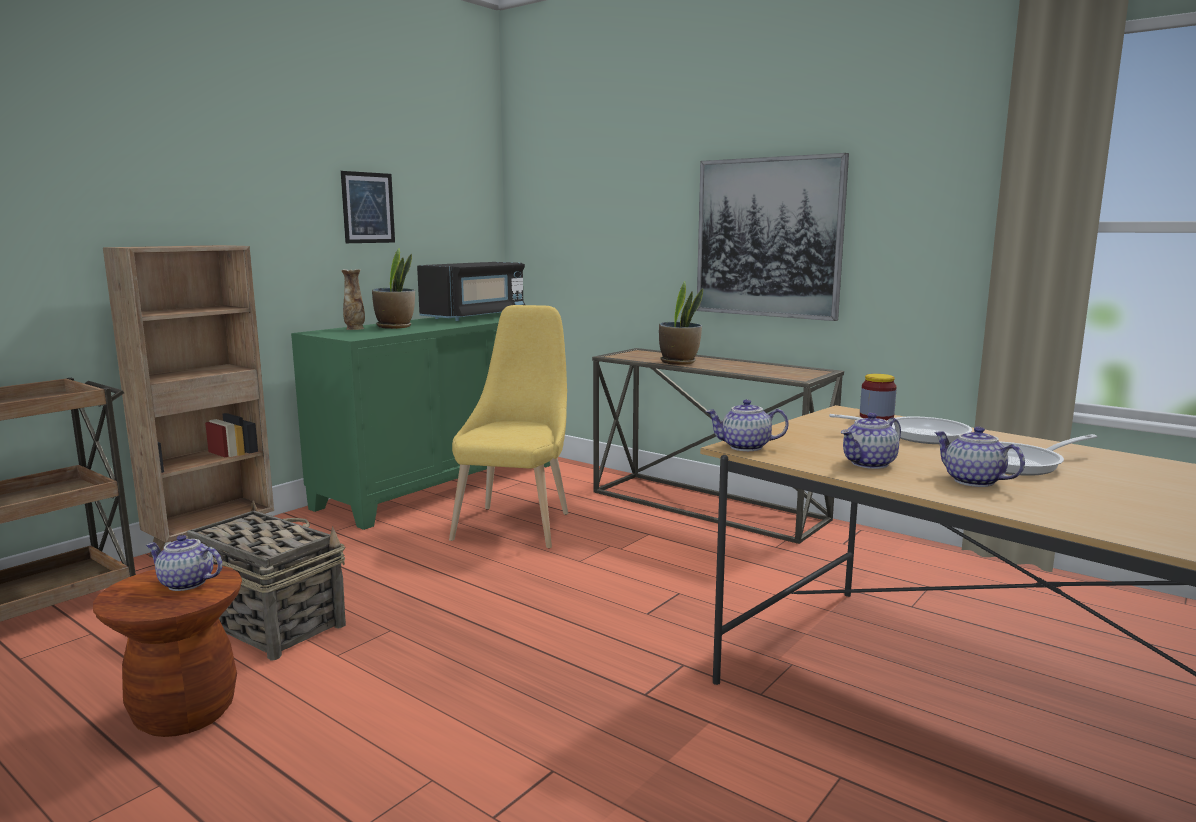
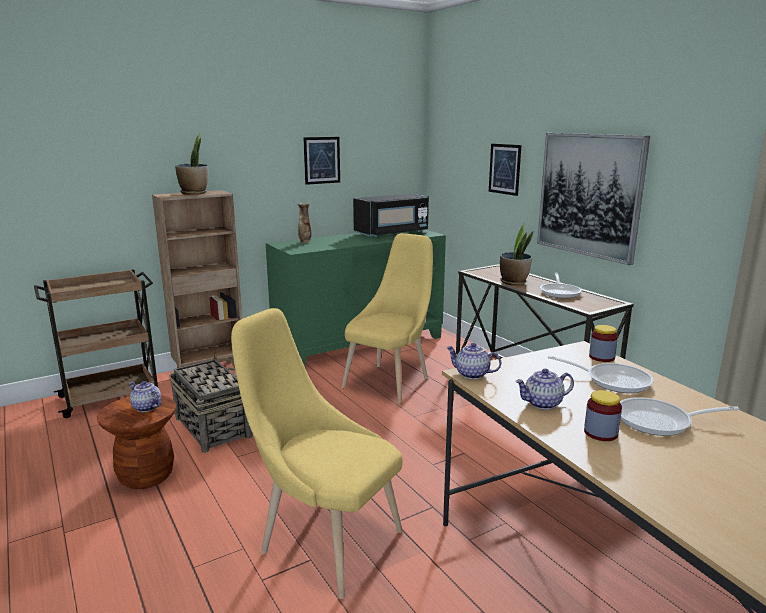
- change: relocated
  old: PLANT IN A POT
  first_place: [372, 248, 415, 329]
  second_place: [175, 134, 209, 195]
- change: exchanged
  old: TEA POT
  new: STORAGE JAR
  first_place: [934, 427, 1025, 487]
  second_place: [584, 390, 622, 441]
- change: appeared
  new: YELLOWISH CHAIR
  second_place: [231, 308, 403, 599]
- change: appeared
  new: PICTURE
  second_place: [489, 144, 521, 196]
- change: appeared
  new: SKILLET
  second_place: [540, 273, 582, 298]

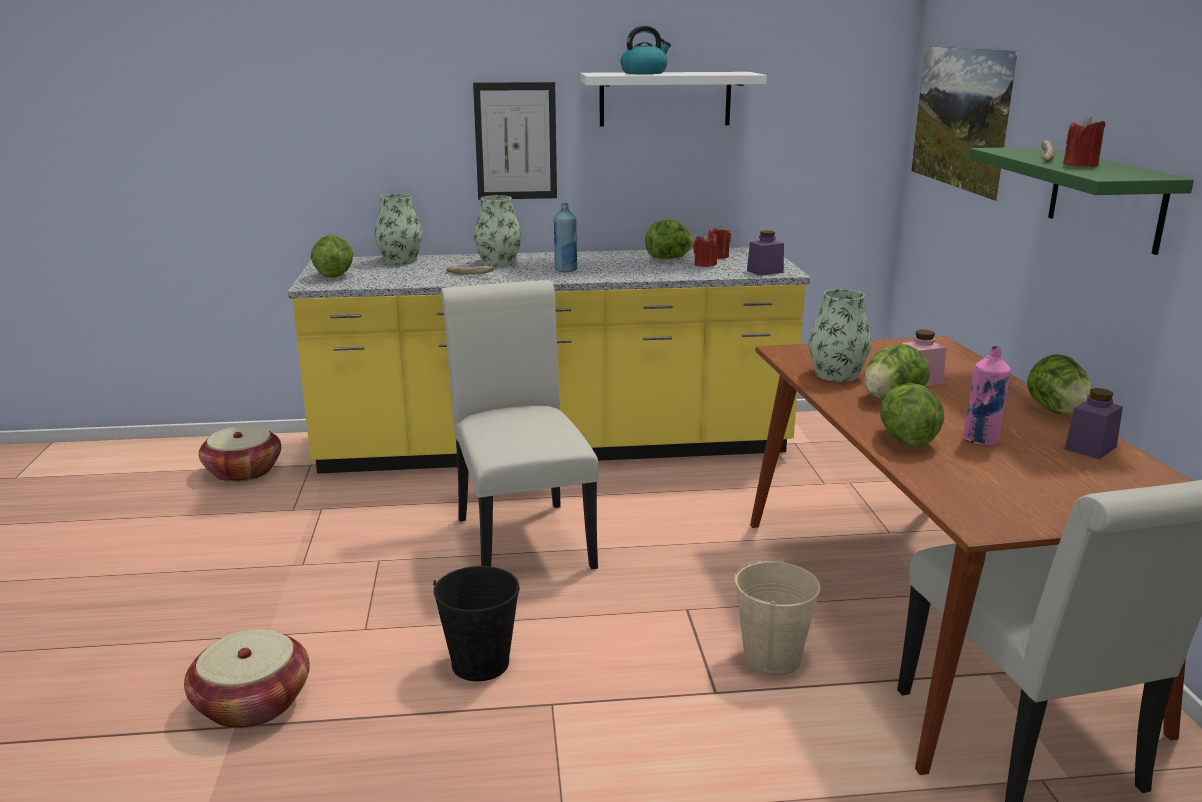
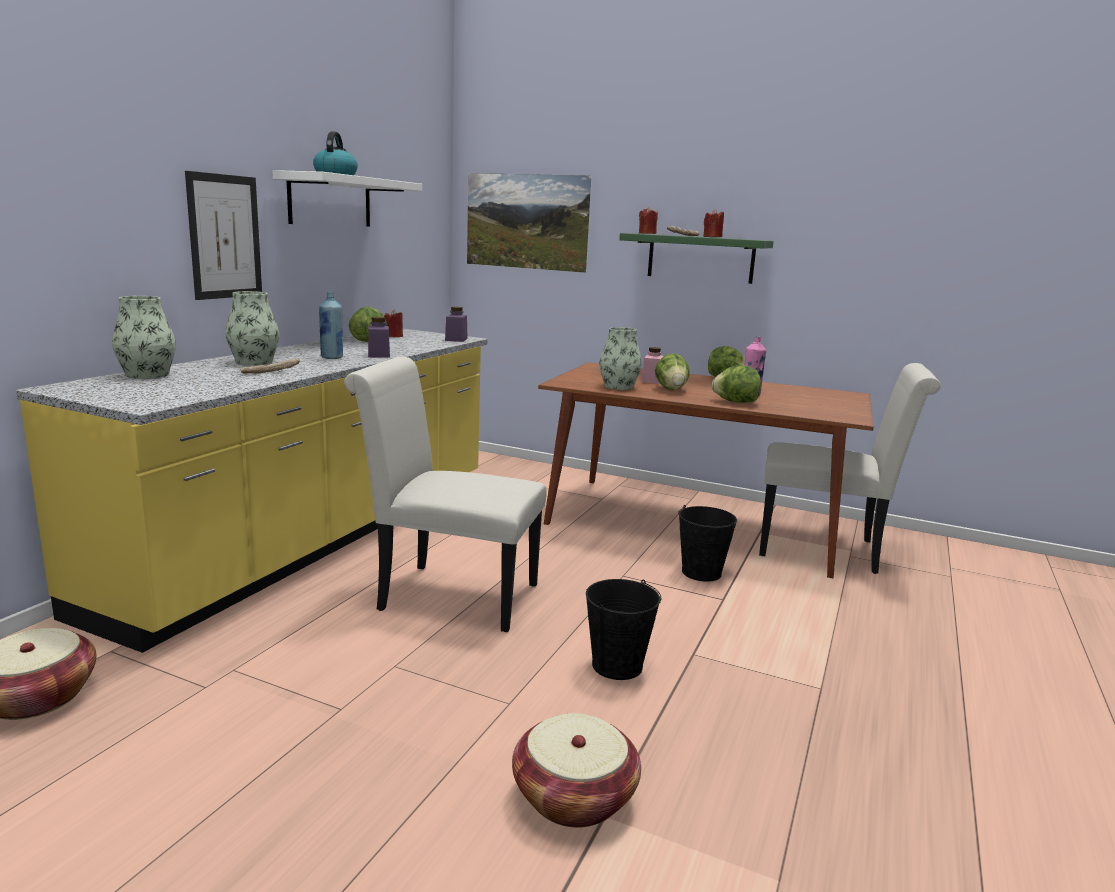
- change: missing
  old: LETTUCE HEAD
  first_place: [311, 235, 353, 278]
- change: relocated
  old: RED-COLOURED WAX LIGHT
  first_place: [693, 232, 717, 267]
  second_place: [639, 207, 658, 234]
- change: colour
  old: BEIGE-COLOURED PAIL
  new: BLACK PAIL
  first_place: [734, 558, 821, 676]
  second_place: [678, 505, 737, 582]
- change: relocated
  old: PURPLISH STORAGE JAR
  first_place: [1065, 388, 1123, 459]
  second_place: [368, 317, 390, 358]

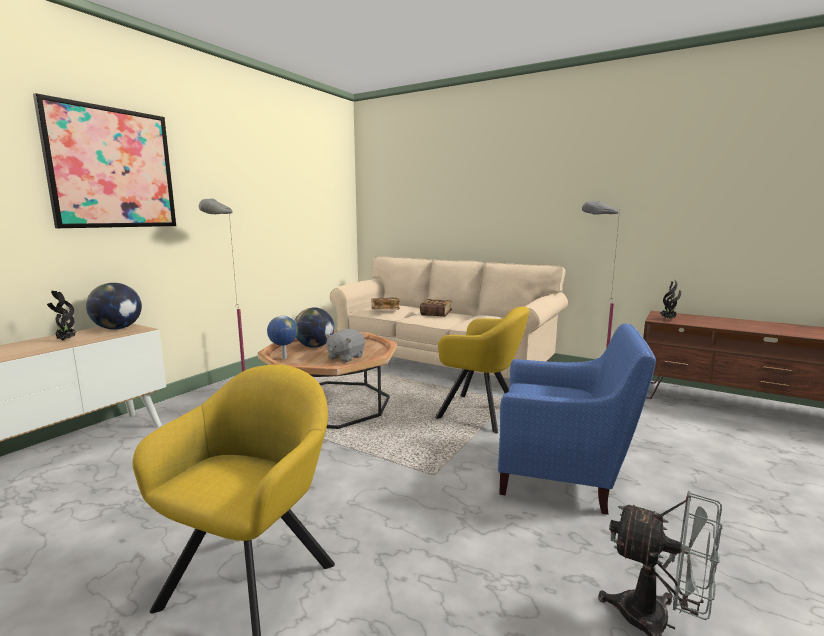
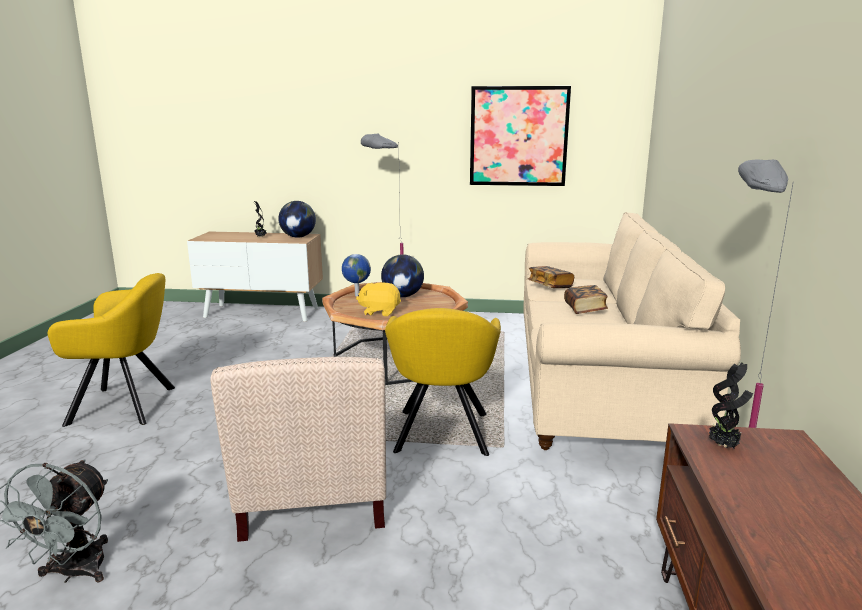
- change: relocated
  old: PICTURE
  first_place: [33, 93, 176, 228]
  second_place: [470, 86, 571, 186]
- change: colour
  old: GREY SOFT TOY
  new: YELLOWISH SOFT TOY
  first_place: [325, 329, 365, 362]
  second_place: [356, 282, 401, 316]
- change: colour
  old: BLUE-COLOURED LOUNGE CHAIR
  new: BEIGE-COLOURED LOUNGE CHAIR
  first_place: [498, 323, 656, 515]
  second_place: [210, 357, 386, 542]

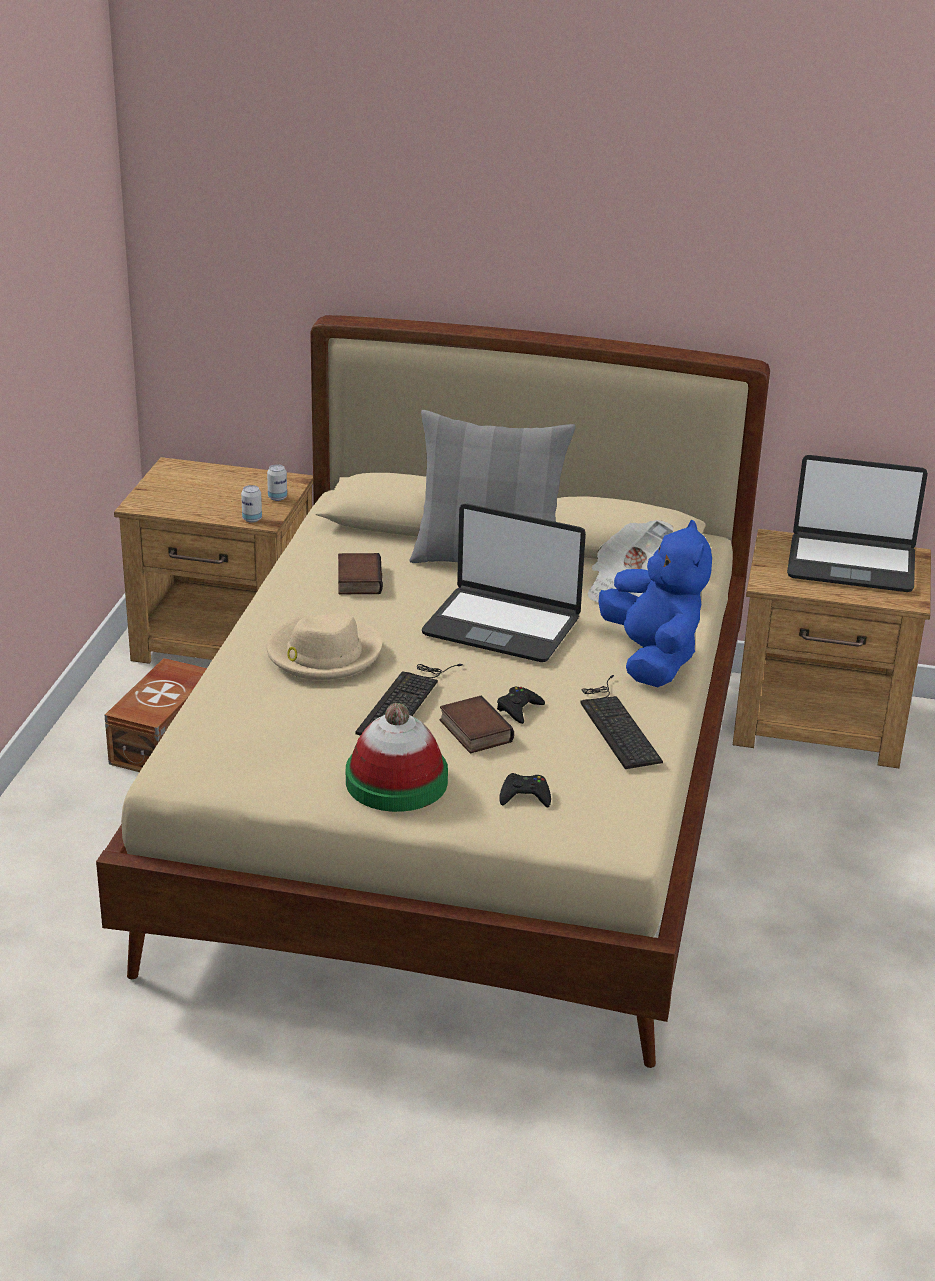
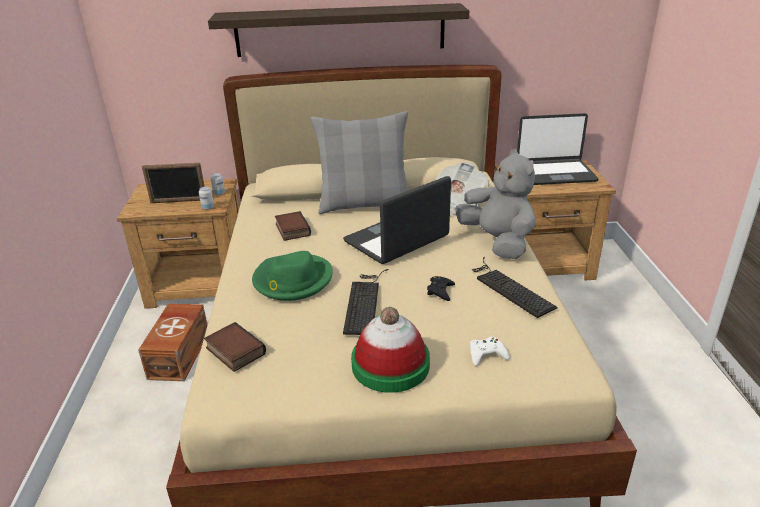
- change: colour
  old: BEIGE-COLOURED HAT
  new: GREEN HAT
  first_place: [266, 614, 382, 680]
  second_place: [252, 251, 333, 301]
- change: spun
  old: NOTEBOOK COMPUTER
  first_place: [422, 504, 586, 662]
  second_place: [343, 176, 451, 264]
  degrees: 135
- change: relocated
  old: BOUND BOOK
  first_place: [440, 695, 514, 754]
  second_place: [204, 322, 266, 372]
- change: colour
  old: BLACK GAMEPAD
  new: WHITE-COLOURED GAMEPAD
  first_place: [499, 773, 551, 808]
  second_place: [470, 337, 510, 366]
- change: colour
  old: BLUE-COLOURED SOFT TOY
  new: GREY SOFT TOY
  first_place: [598, 520, 712, 687]
  second_place: [455, 149, 536, 259]
- change: appeared
  new: STANDING FRAME
  second_place: [142, 163, 205, 203]
- change: appeared
  new: WALL SHELF
  second_place: [208, 3, 469, 57]

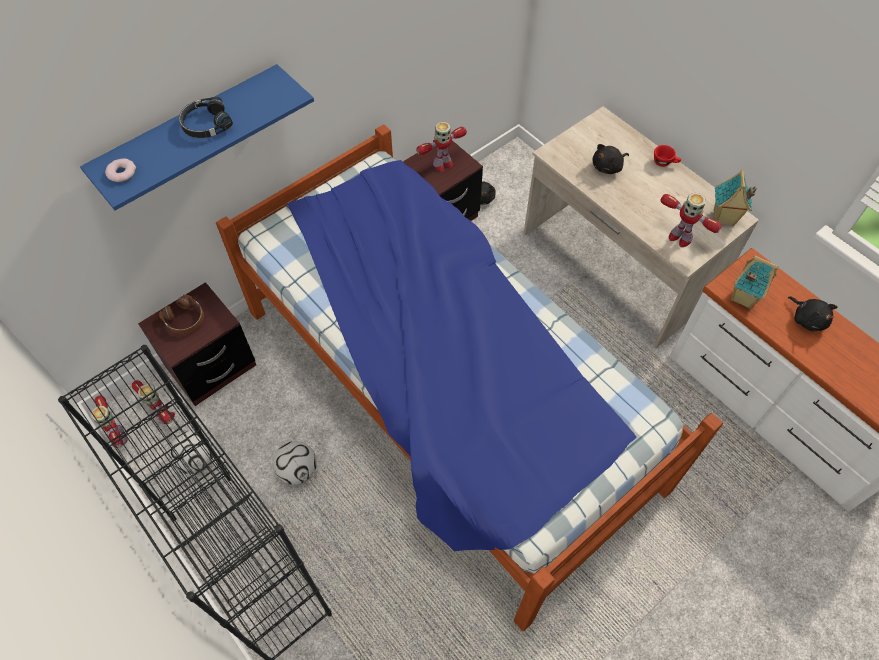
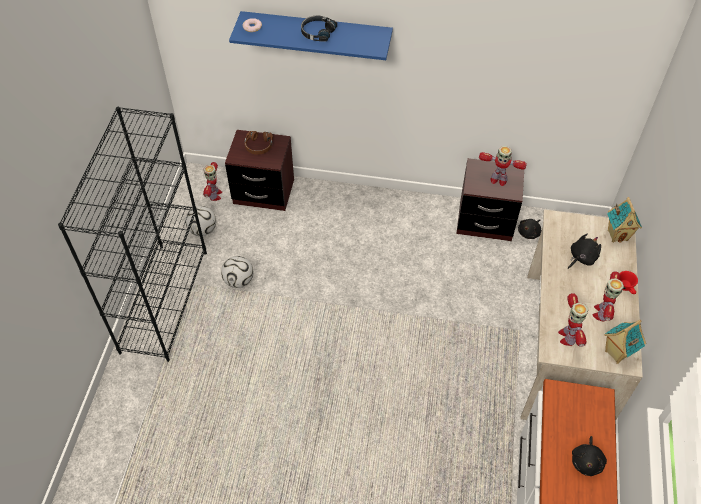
- change: relocated
  old: MODEL ROBOT
  first_place: [91, 395, 128, 448]
  second_place: [593, 271, 624, 321]
- change: missing
  old: SLEEPING BED
  first_place: [216, 124, 723, 631]
- change: spun
  old: BLACK SOFT TOY
  first_place: [593, 144, 629, 174]
  second_place: [568, 233, 601, 269]
  degrees: 120
- change: relocated
  old: MINIATURE HOUSE
  first_place: [731, 255, 779, 309]
  second_place: [607, 197, 642, 243]

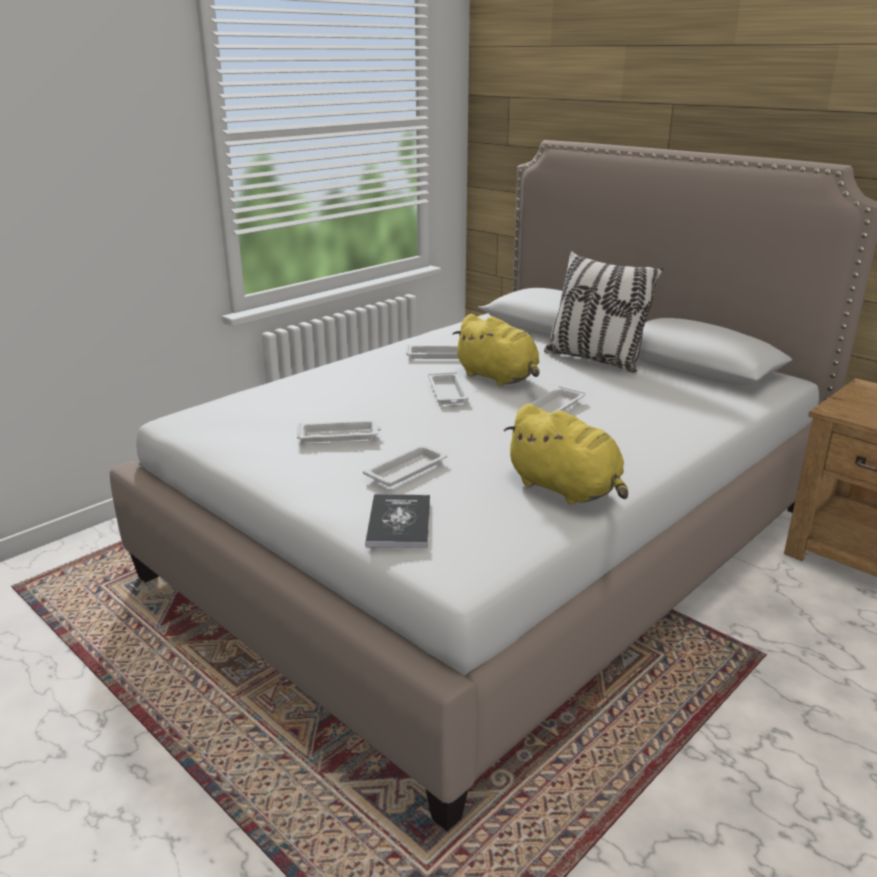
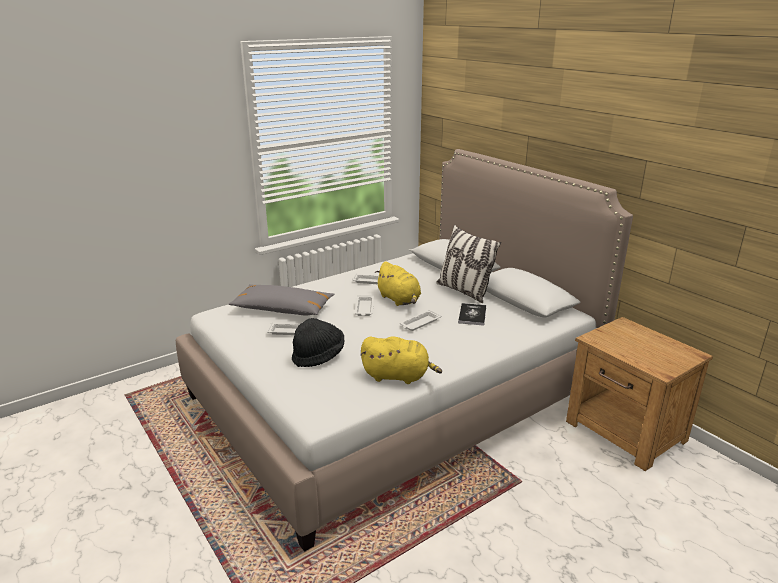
- change: exchanged
  old: WHITE-COLOURED SERVING TRAY
  new: BLACK HAT
  first_place: [363, 445, 447, 486]
  second_place: [292, 318, 344, 367]
- change: relocated
  old: BOUND BOOK
  first_place: [365, 494, 430, 548]
  second_place: [458, 303, 486, 326]
- change: spun
  old: YELLOWISH SOFT TOY
  first_place: [504, 404, 628, 505]
  second_place: [360, 336, 442, 384]
  degrees: -45
- change: appeared
  new: GREY CUSHION
  second_place: [228, 284, 334, 315]

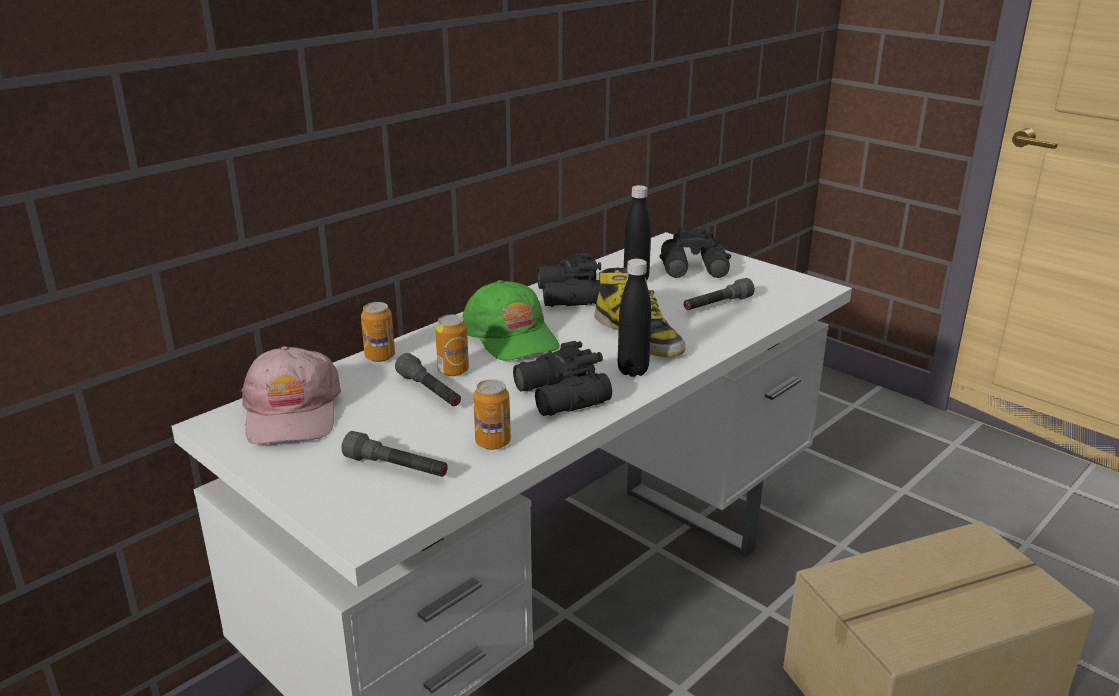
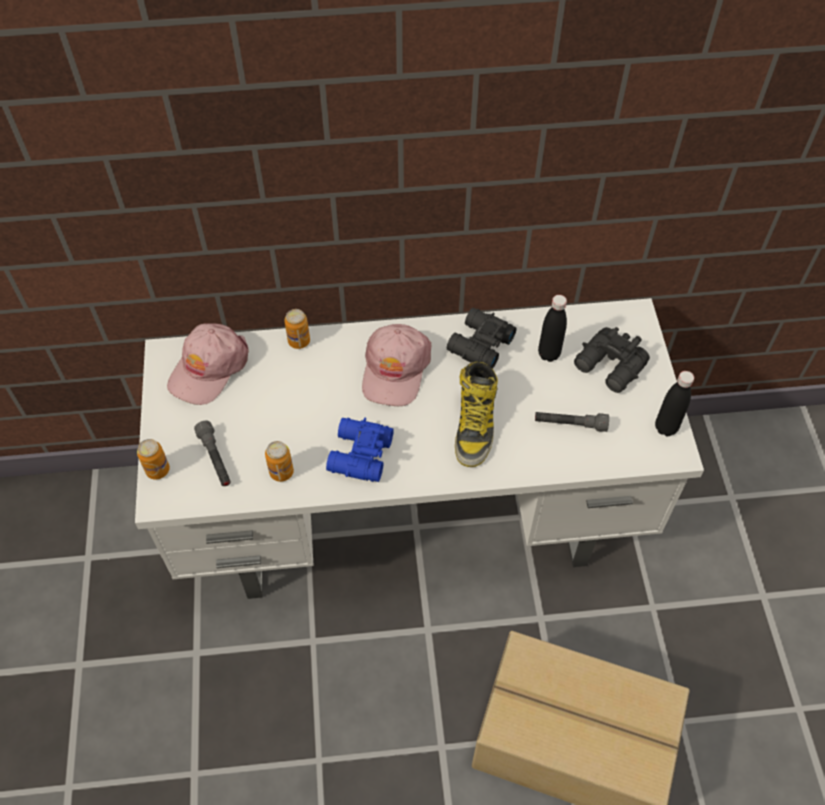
- change: missing
  old: GREY FLASHLIGHT
  first_place: [395, 353, 461, 406]
- change: relocated
  old: SEALED CAN
  first_place: [435, 315, 469, 376]
  second_place: [137, 439, 170, 480]
- change: colour
  old: GREEN CAP
  new: PINK-COLOURED CAP
  first_place: [463, 280, 560, 361]
  second_place: [362, 324, 431, 406]
- change: colour
  old: BLACK FIELD GLASSES
  new: BLUE-COLOURED FIELD GLASSES
  first_place: [513, 341, 612, 416]
  second_place: [326, 418, 394, 482]
- change: relocated
  old: BLACK BEVERAGE BOTTLE
  first_place: [618, 259, 651, 377]
  second_place: [655, 371, 694, 436]

